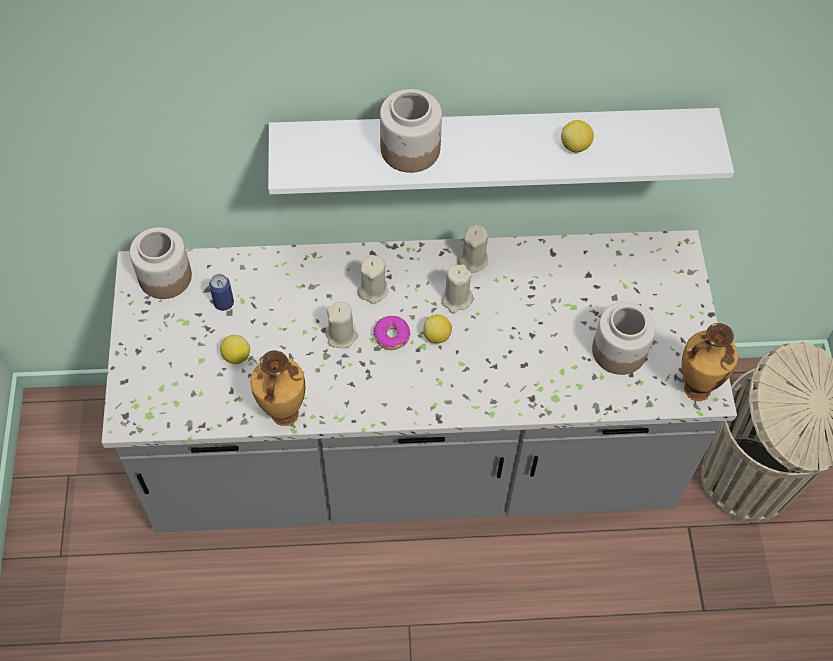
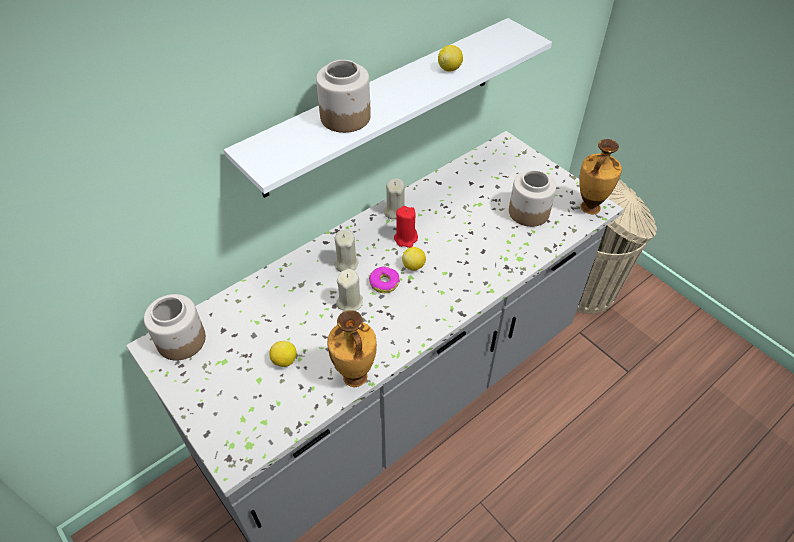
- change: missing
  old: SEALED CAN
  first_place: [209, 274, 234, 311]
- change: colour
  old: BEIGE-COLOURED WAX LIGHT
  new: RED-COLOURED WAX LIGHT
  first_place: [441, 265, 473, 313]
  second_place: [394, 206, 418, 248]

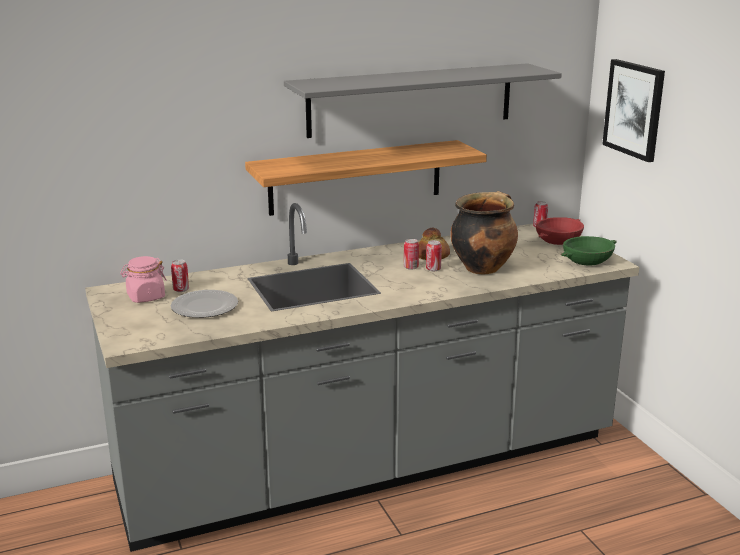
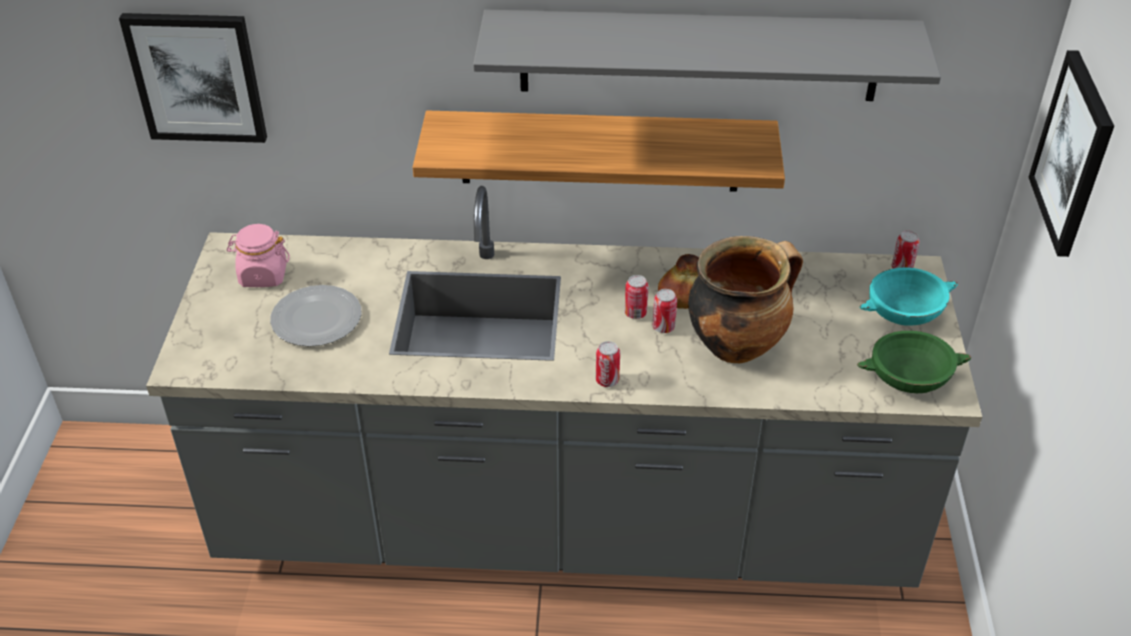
- change: relocated
  old: SEALED CAN
  first_place: [171, 259, 189, 292]
  second_place: [596, 341, 620, 387]
- change: colour
  old: RED-COLOURED SERVING BOWL
  new: TURQUOISE-COLOURED SERVING BOWL
  first_place: [536, 217, 584, 245]
  second_place: [859, 267, 958, 325]
- change: appeared
  new: PICTURE
  second_place: [119, 13, 267, 143]

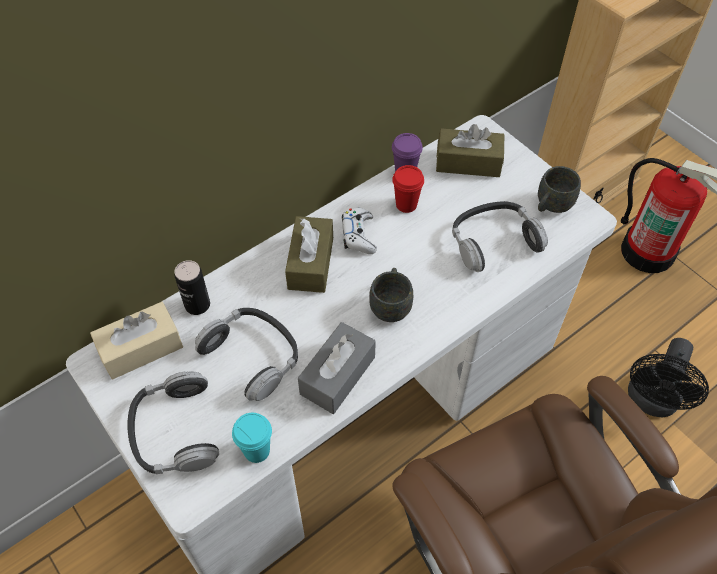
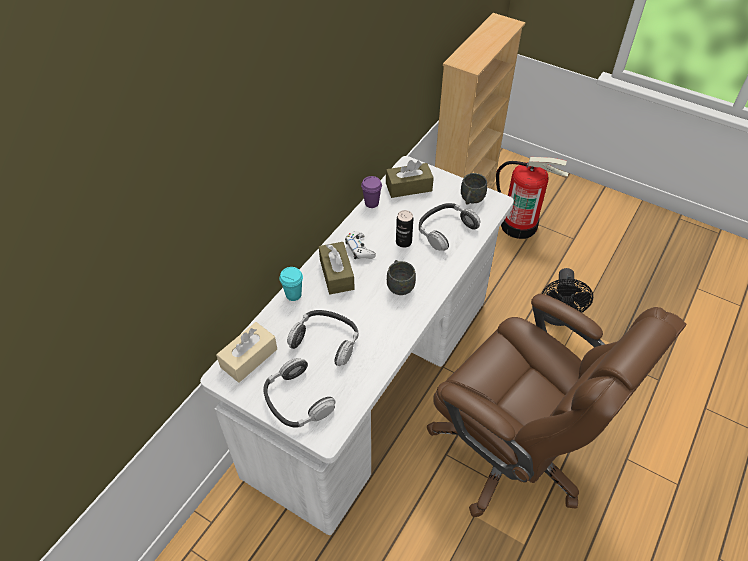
- change: relocated
  old: SEALED CAN
  first_place: [175, 260, 210, 315]
  second_place: [396, 210, 413, 248]
- change: relocated
  old: TURQUOISE-COLOURED DRINKING CUP
  first_place: [232, 413, 272, 463]
  second_place: [279, 267, 303, 301]
- change: missing
  old: GREY TISSUE HOLDER
  first_place: [298, 322, 376, 414]
- change: missing
  old: RED-COLOURED DRINKING CUP
  first_place: [392, 165, 424, 213]

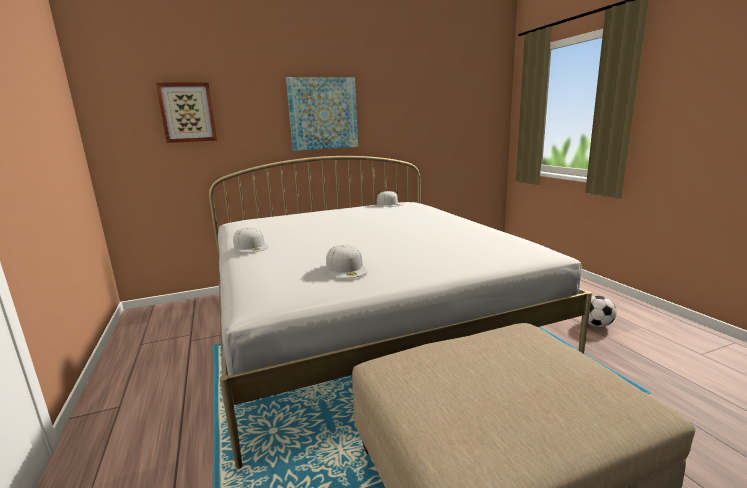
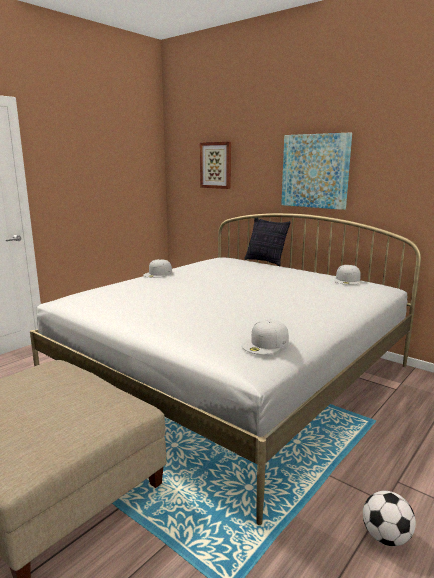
- change: relocated
  old: WHITE-COLOURED CAP
  first_place: [326, 245, 367, 278]
  second_place: [242, 320, 289, 355]
- change: appeared
  new: CUSHION
  second_place: [244, 218, 291, 266]

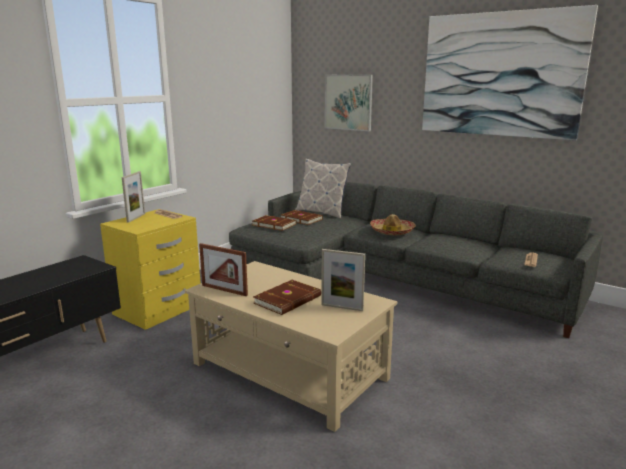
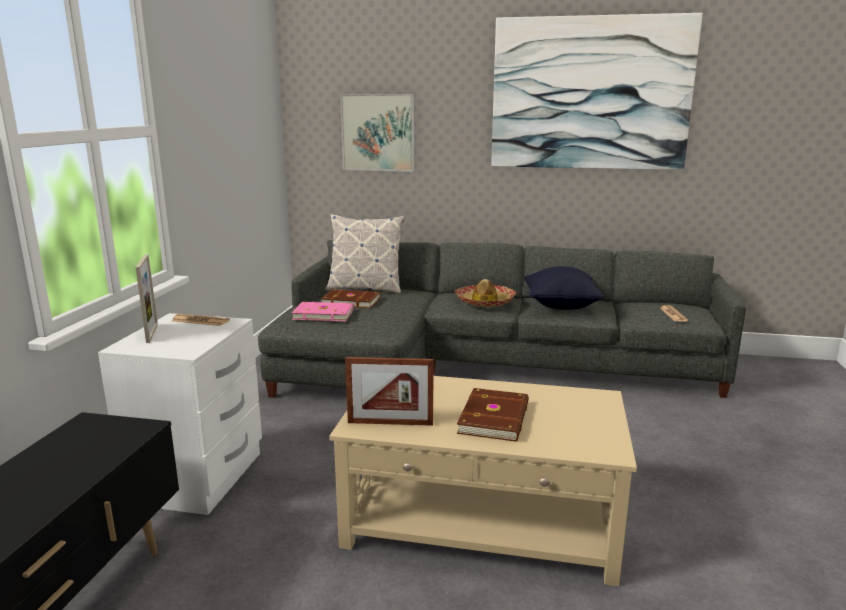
- change: colour
  old: YELLOWISH NIGHTSTAND
  new: WHITE-COLOURED NIGHTSTAND
  first_place: [100, 209, 201, 330]
  second_place: [98, 313, 262, 515]
- change: colour
  old: BROWN BOUND BOOK
  new: PINK-COLOURED BOUND BOOK
  first_place: [252, 215, 297, 231]
  second_place: [292, 302, 354, 321]
- change: missing
  old: STANDING FRAME
  first_place: [321, 249, 365, 311]
- change: appeared
  new: BLACK CUSHION
  second_place: [525, 266, 605, 310]

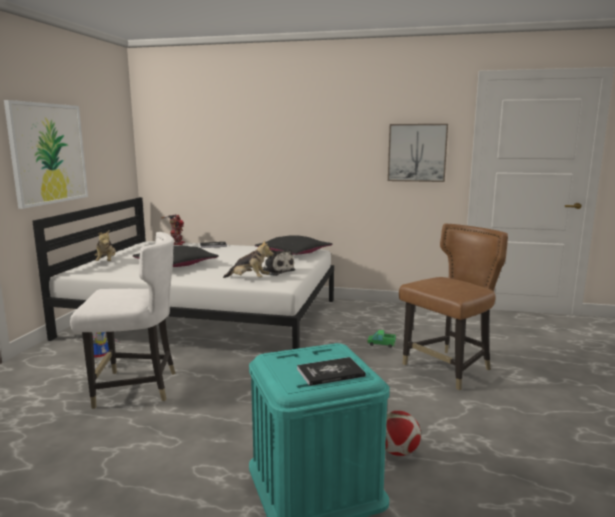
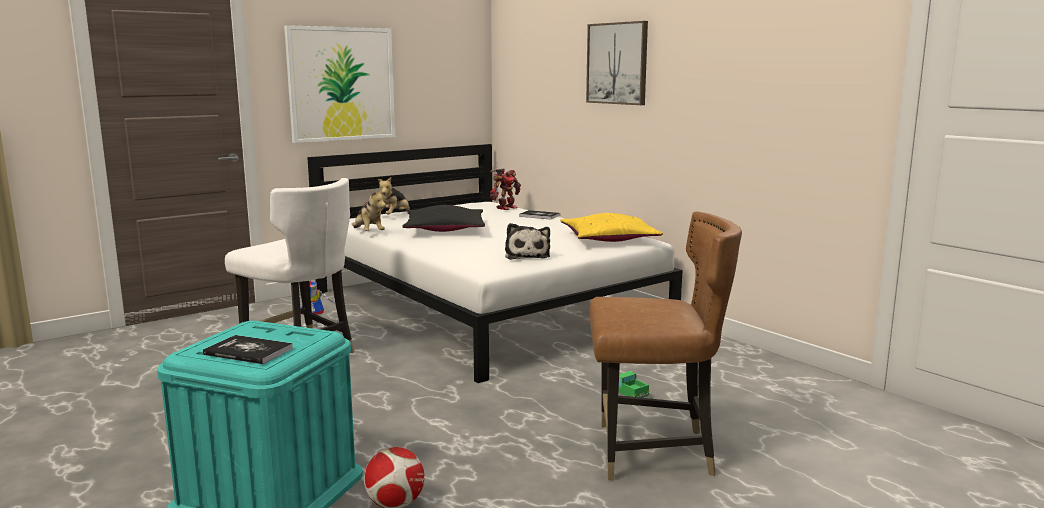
- change: relocated
  old: SOFT TOY
  first_place: [223, 240, 273, 278]
  second_place: [352, 189, 386, 231]
- change: colour
  old: BLACK CUSHION
  new: YELLOWISH CUSHION
  first_place: [255, 235, 332, 255]
  second_place: [560, 213, 663, 242]
- change: relocated
  old: PICTURE
  first_place: [388, 124, 448, 182]
  second_place: [586, 21, 648, 105]

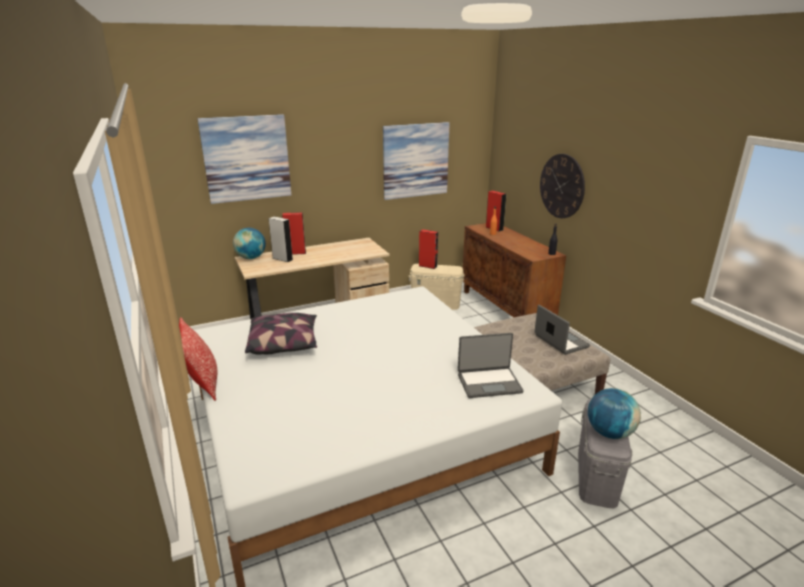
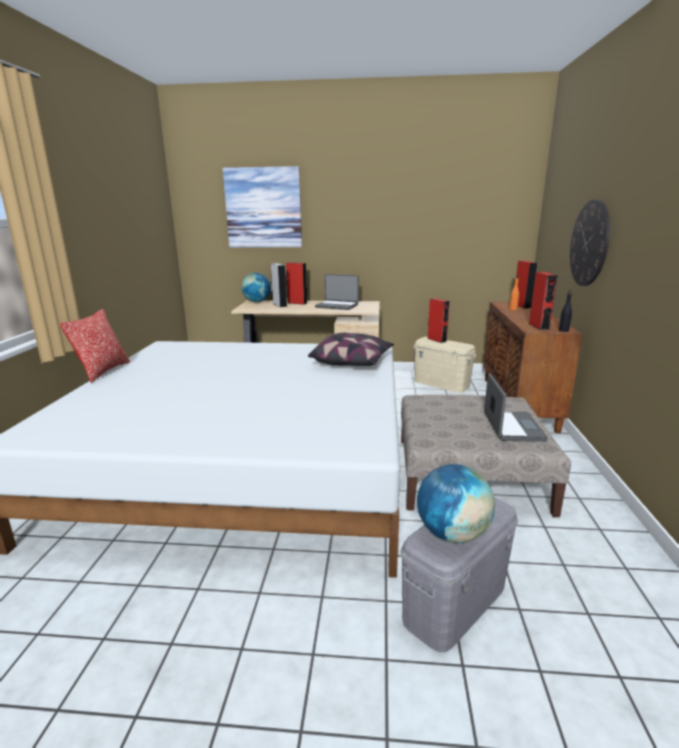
- change: relocated
  old: CUSHION
  first_place: [245, 313, 317, 355]
  second_place: [308, 333, 394, 366]
- change: missing
  old: PICTURE
  first_place: [383, 122, 450, 200]
- change: relocated
  old: NOTEBOOK COMPUTER
  first_place: [458, 333, 524, 398]
  second_place: [315, 274, 359, 310]
- change: appeared
  new: RED-COLOURED LOUDSPEAKER
  second_place: [529, 272, 558, 330]

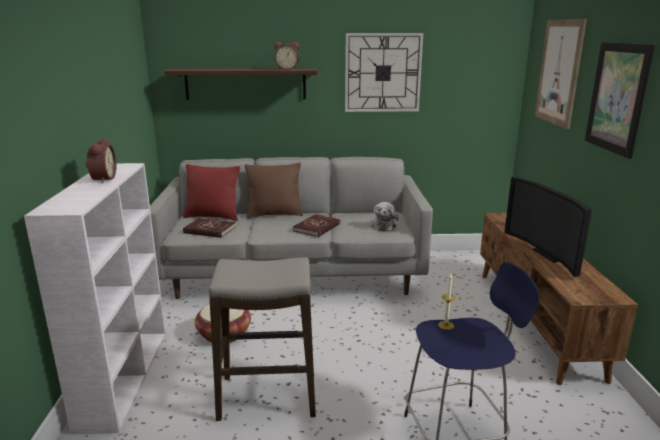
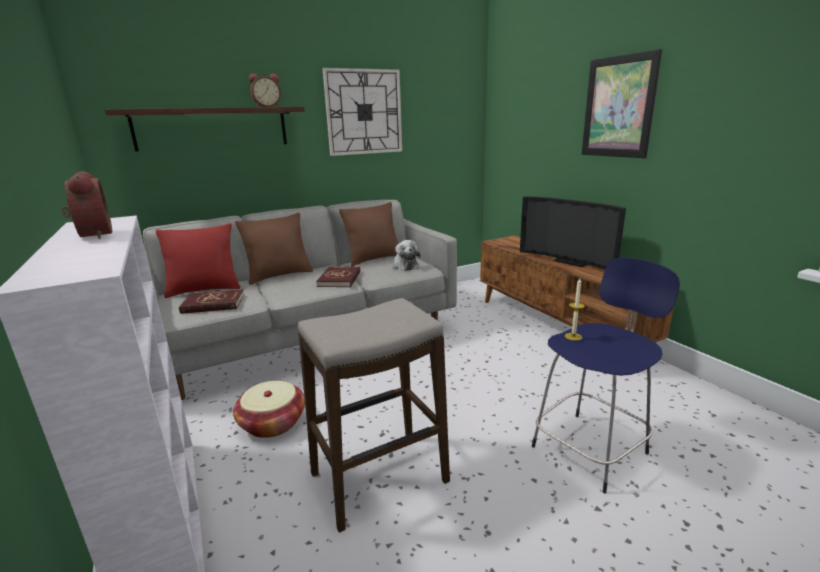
- change: missing
  old: PICTURE
  first_place: [535, 19, 587, 129]
- change: appeared
  new: BROWN CUSHION
  second_place: [339, 202, 399, 266]

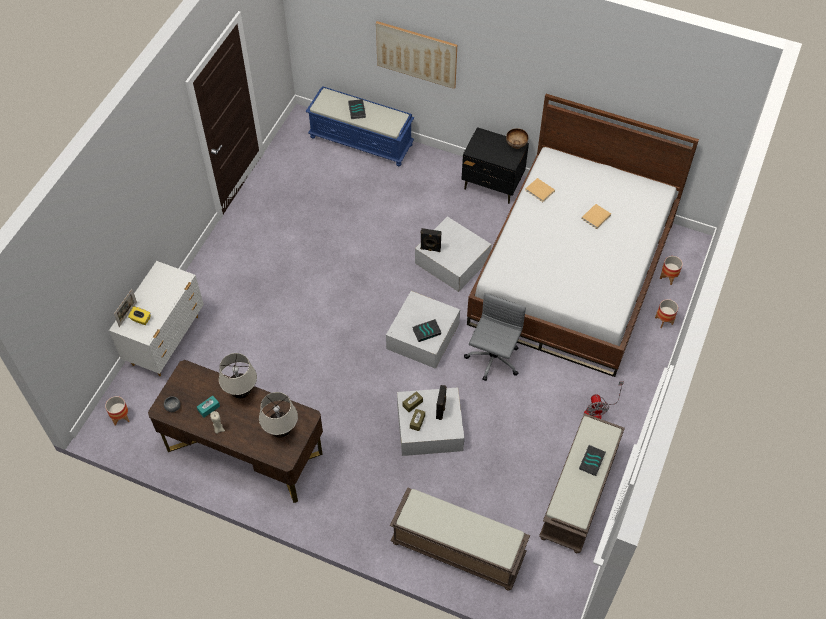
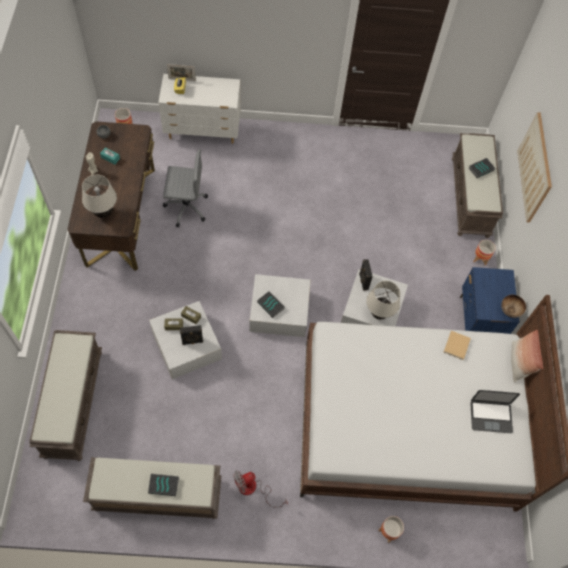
- change: relocated
  old: BEIGE-COLOURED TABLE LAMP
  first_place: [219, 353, 257, 398]
  second_place: [367, 281, 400, 320]
- change: colour
  old: BLUE-COLOURED INDOOR BENCH
  new: BROWN INDOOR BENCH
  first_place: [305, 86, 414, 166]
  second_place: [452, 133, 503, 238]
- change: colour
  old: BLACK NIGHTSTAND
  new: BLUE-COLOURED NIGHTSTAND
  first_place: [461, 127, 529, 204]
  second_place: [460, 267, 519, 334]
- change: relocated
  old: GREY COMPUTER CHAIR
  first_place: [464, 293, 526, 381]
  second_place: [163, 149, 208, 227]
- change: missing
  old: BEIGE-COLOURED BOUND BOOK
  first_place: [582, 204, 611, 229]
- change: relocated
  old: FLOWER POT
  first_place: [660, 256, 683, 285]
  second_place: [473, 240, 496, 265]
- change: appeared
  new: NOTEBOOK COMPUTER
  second_place: [470, 390, 520, 433]
- change: appeared
  new: CUSHION
  second_place: [511, 330, 543, 383]

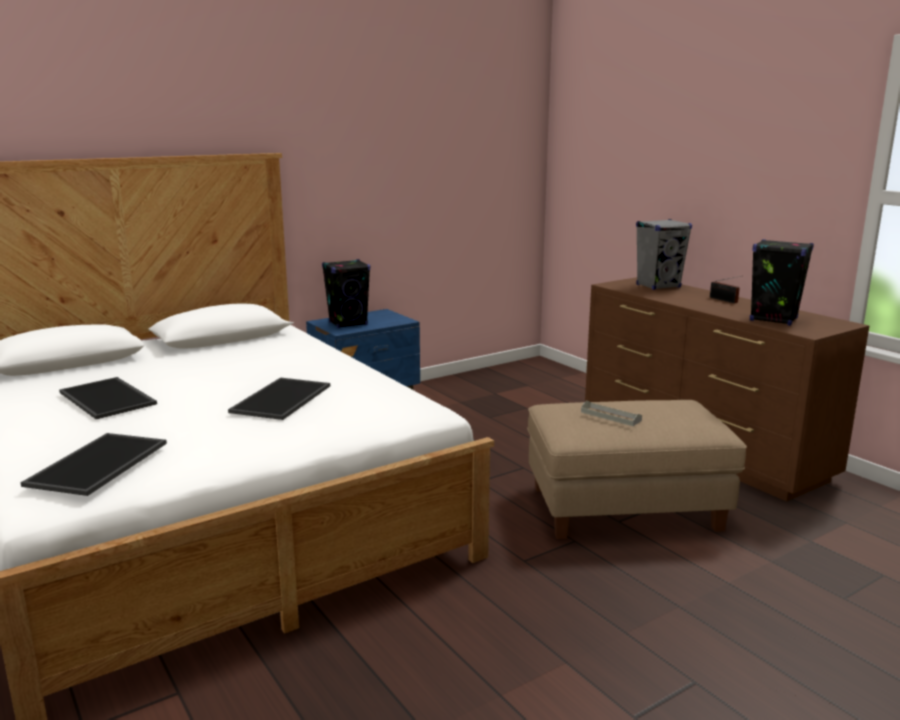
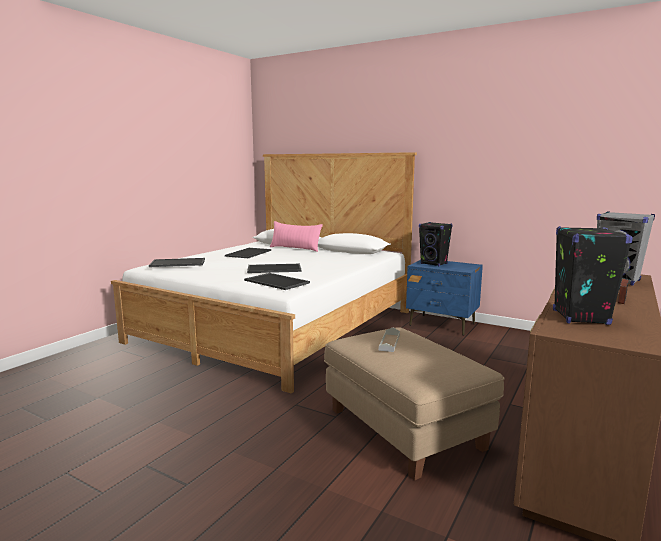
- change: appeared
  new: SERVING TRAY
  second_place: [244, 273, 310, 290]
- change: appeared
  new: PINK-COLOURED CUSHION
  second_place: [270, 221, 323, 252]

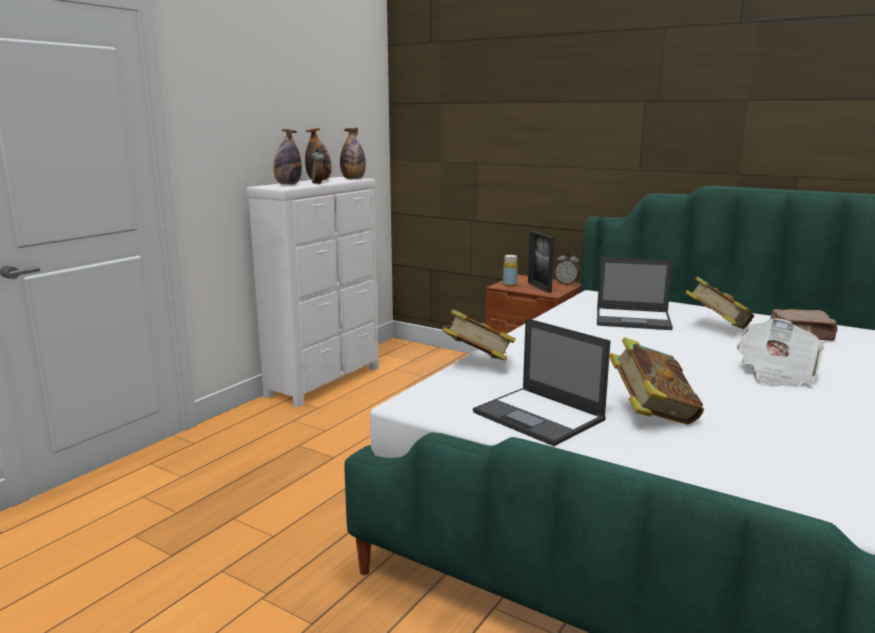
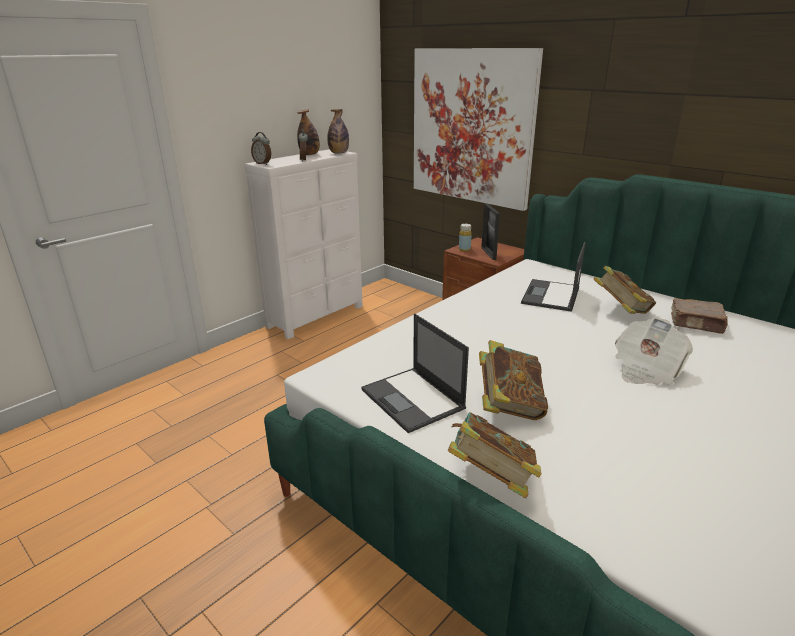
- change: missing
  old: BEVERAGE BOTTLE
  first_place: [274, 129, 302, 185]
- change: relocated
  old: BOUND BOOK
  first_place: [442, 309, 516, 361]
  second_place: [448, 412, 542, 498]
- change: relocated
  old: TABLE CLOCK
  first_place: [554, 251, 580, 285]
  second_place: [251, 132, 271, 165]
- change: spun
  old: NOTEBOOK COMPUTER
  first_place: [597, 257, 673, 330]
  second_place: [521, 242, 585, 312]
  degrees: 90
- change: appeared
  new: PICTURE
  second_place: [414, 48, 543, 211]

